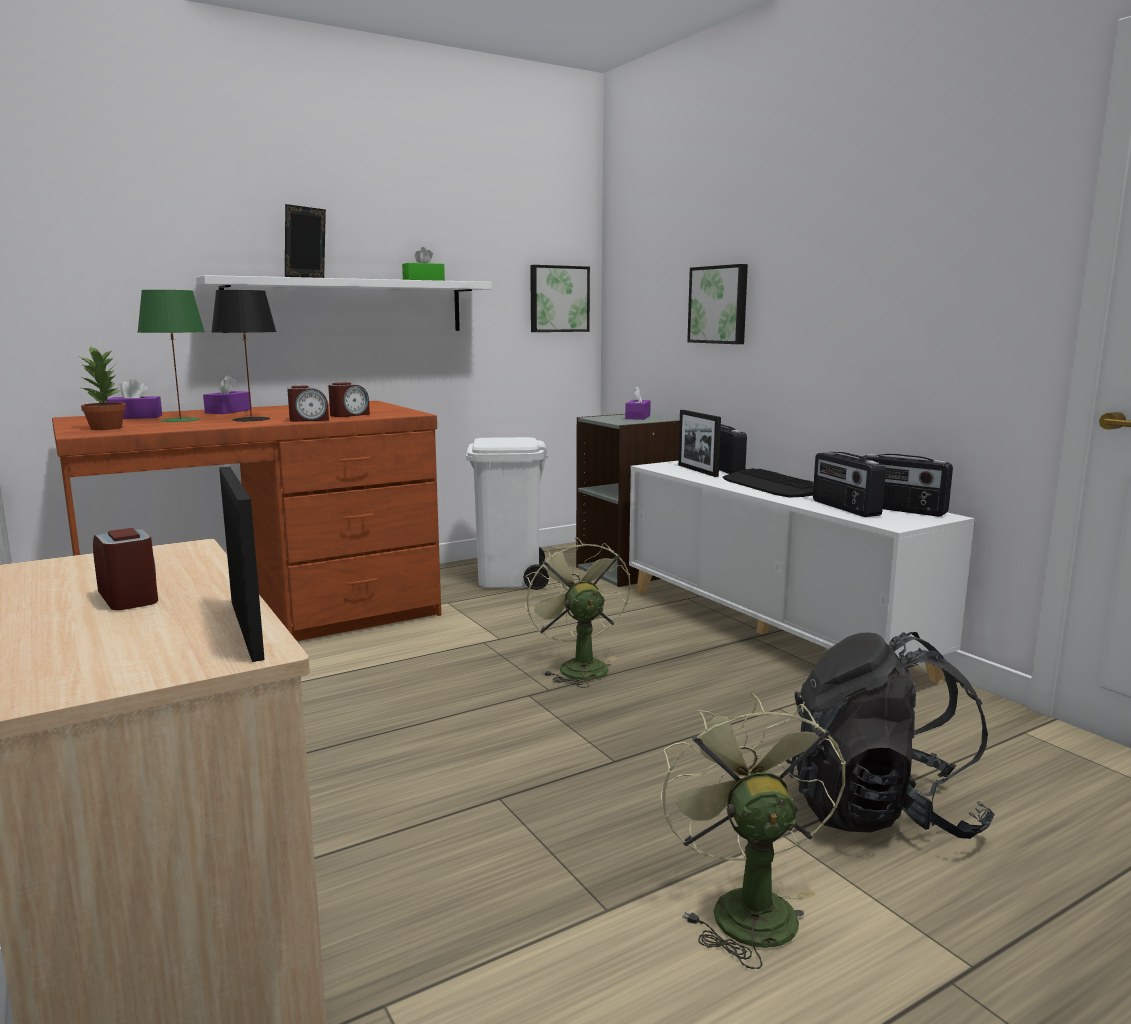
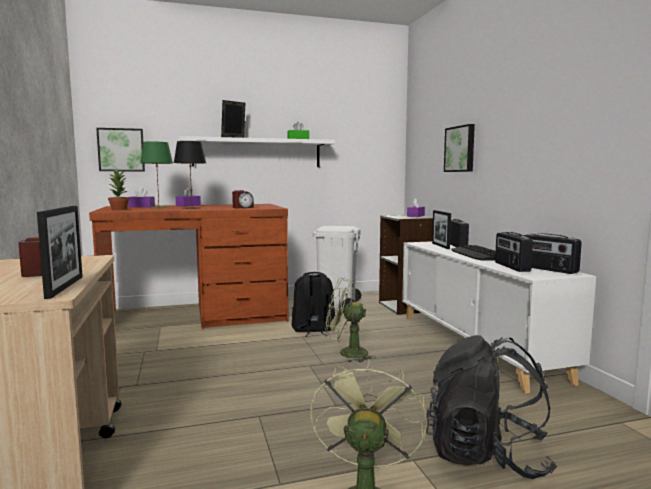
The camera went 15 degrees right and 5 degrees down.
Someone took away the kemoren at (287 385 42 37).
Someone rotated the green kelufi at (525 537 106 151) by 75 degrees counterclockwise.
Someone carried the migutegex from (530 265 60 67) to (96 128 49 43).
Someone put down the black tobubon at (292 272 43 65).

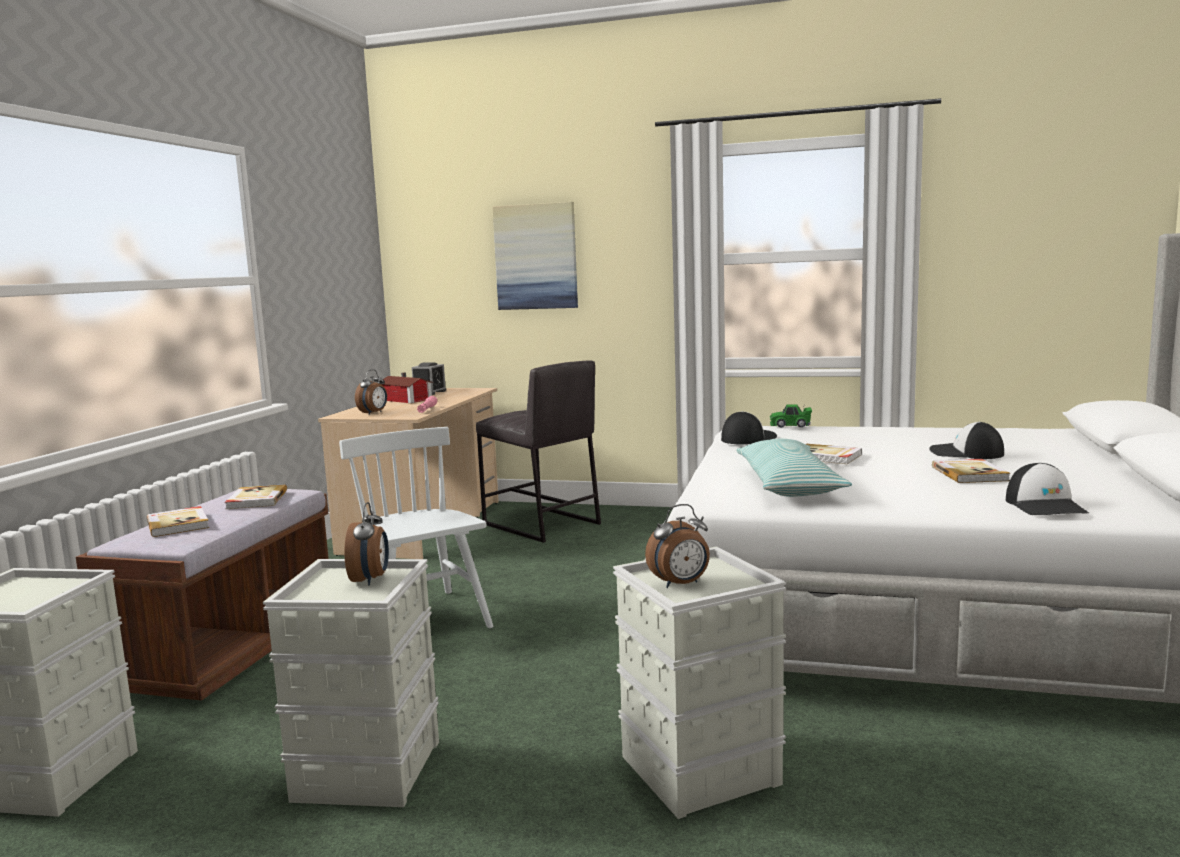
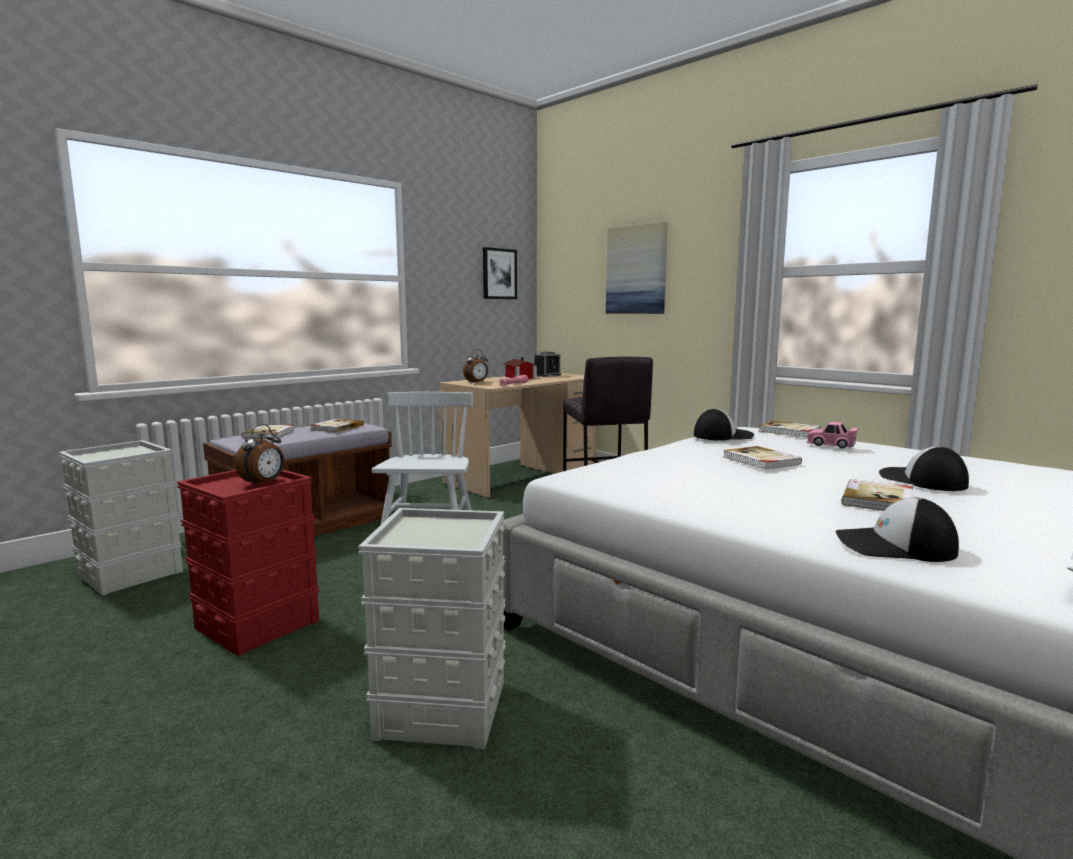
The camera went 30 degrees right and 0 degrees up.
Someone repainted the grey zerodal at (263 559 176 248), which became the red zerodal at (177 469 143 187).
Someone took away the kemoren at (645 504 65 84).
Someone took away the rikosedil at (736 439 116 58).
Someone swapped the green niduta at (770 404 42 23) for the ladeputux at (759 421 62 16).
Someone rotated the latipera at (1006 463 83 52) by 75 degrees clockwise.
Someone put up the migutegex at (483 247 34 52).
Someone put down the pink niduta at (807 422 52 26).

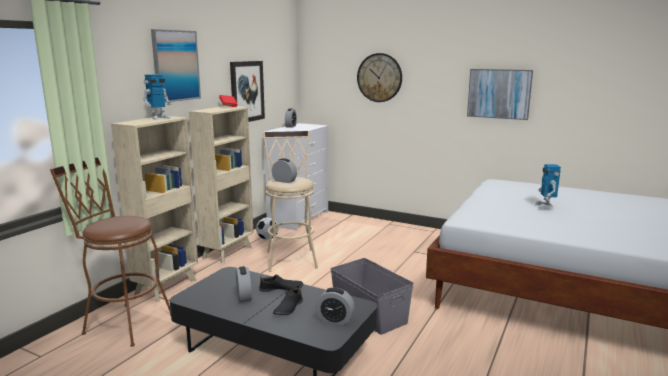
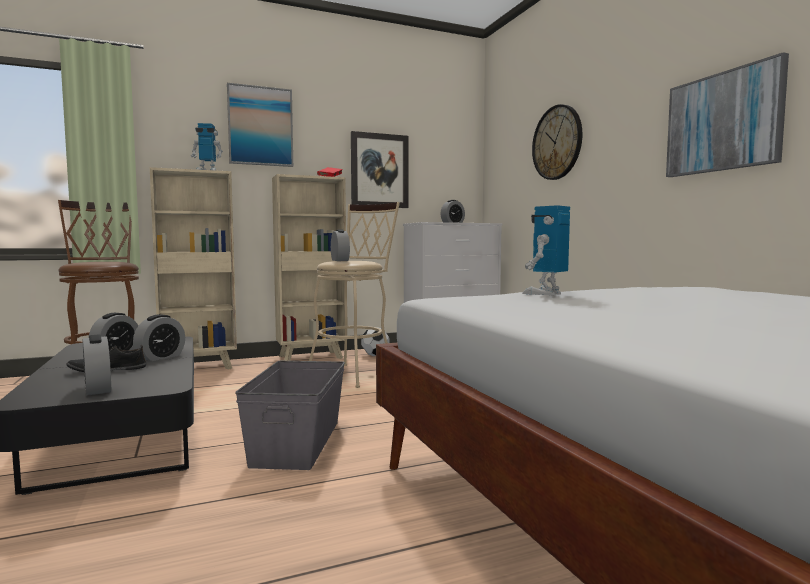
The camera went 40 degrees right and 10 degrees down.
Someone swapped the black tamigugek at (259 275 44 17) for the kemoren at (133 314 52 47).
Someone carried the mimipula from (534 164 27 44) to (522 205 48 90).

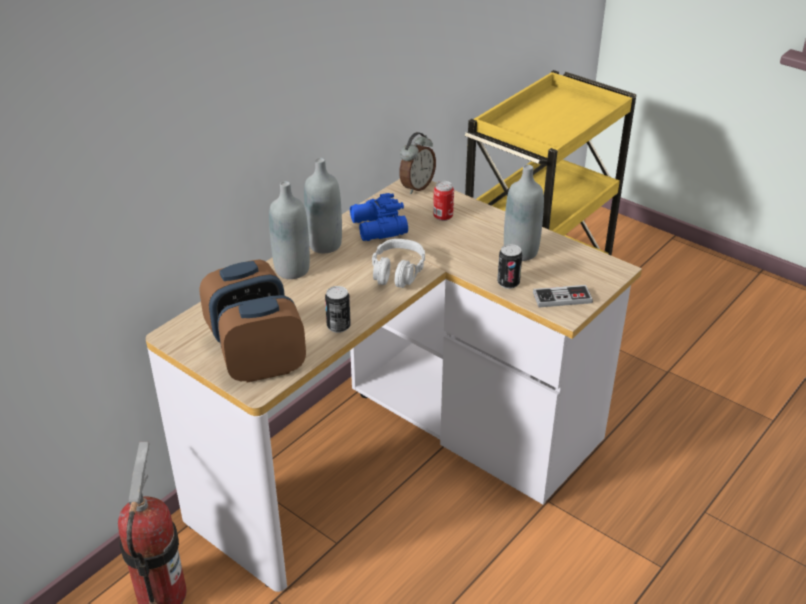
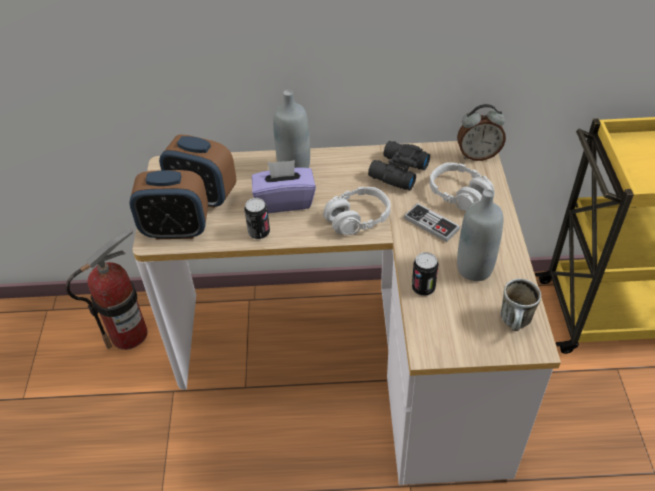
The camera went 50 degrees right and 10 degrees up.
Someone rotated the kemoren at (218 295 88 88) by 150 degrees clockwise.
Someone took away the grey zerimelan at (304 158 38 95).
Someone repainted the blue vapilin at (350 193 58 48), which became the black vapilin at (368 141 62 49).
Someone swapped the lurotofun at (433 181 21 40) for the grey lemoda at (429 162 65 49).
Someone carried the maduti from (533 285 60 22) to (404 203 56 39).
Someone put down the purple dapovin at (252 160 64 53).
Someone put down the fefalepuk at (500 278 41 53).

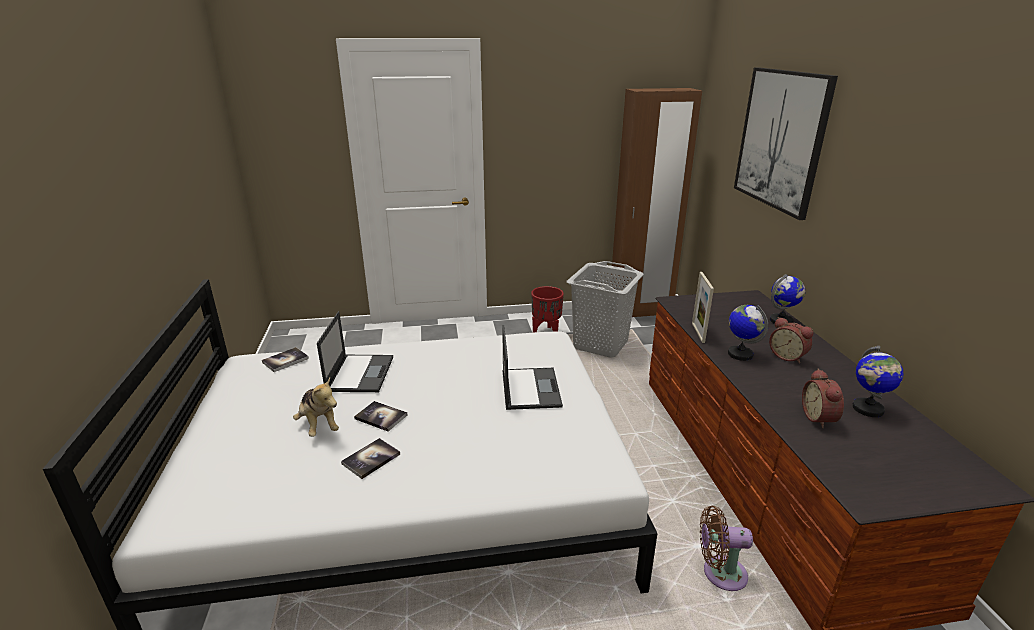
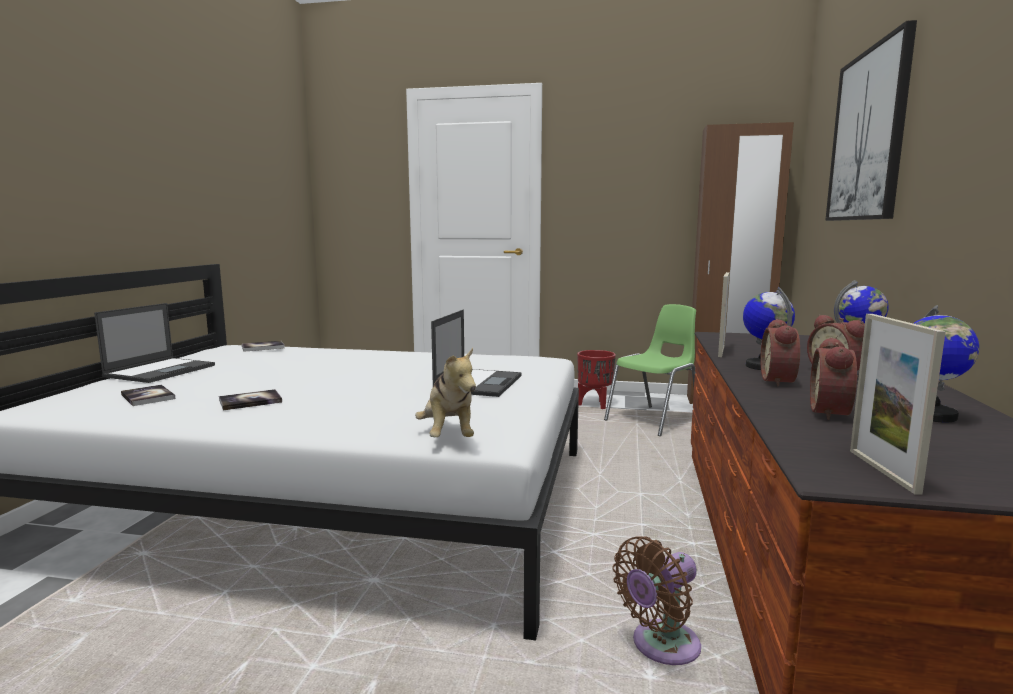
The camera went 20 degrees right and 15 degrees down.
Someone carried the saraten from (293 377 46 60) to (415 348 61 89).
Someone carried the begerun from (317 311 76 81) to (94 303 121 80).
Someone carried the ladeputux from (354 401 53 31) to (121 385 54 21).
Someone swapped the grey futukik at (567 261 77 97) for the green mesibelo at (604 304 92 132).
Someone rotated the brown kelufi at (700 506 53 85) by 60 degrees counterclockwise.
Someone put down the kemoren at (760 319 40 67).
Someone put down the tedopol at (850 314 96 180).

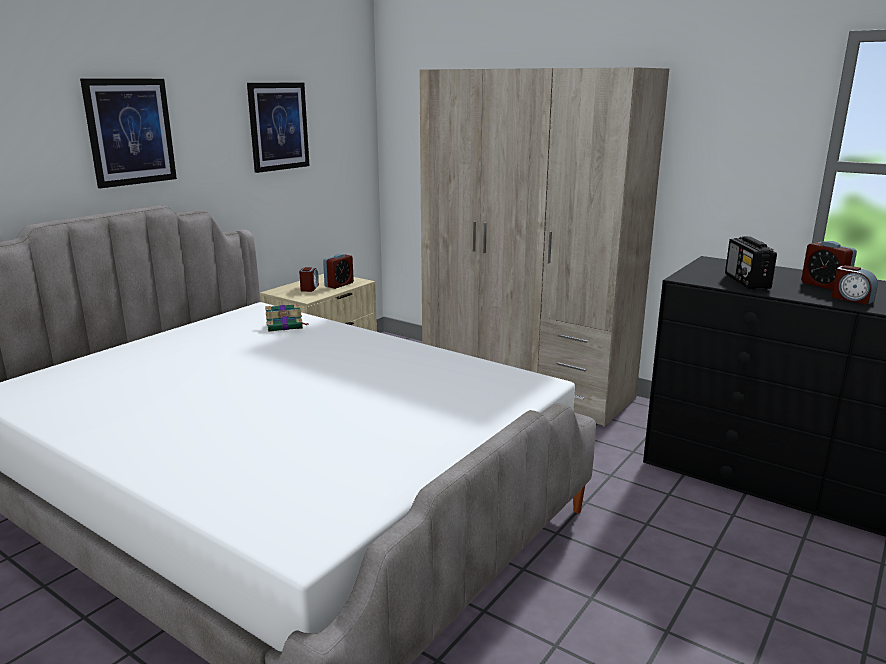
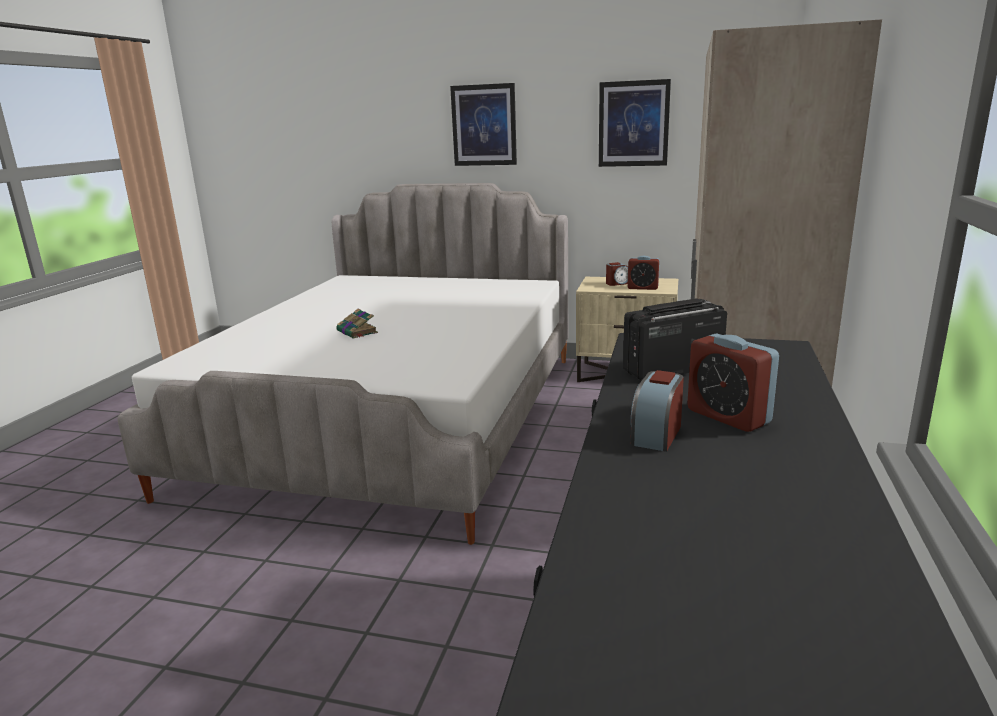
The camera went 70 degrees right and 0 degrees up.
Someone carried the ladeputux from (265 304 44 28) to (336 309 42 30).
Someone rotated the kemoren at (801 241 56 49) by 75 degrees counterclockwise.

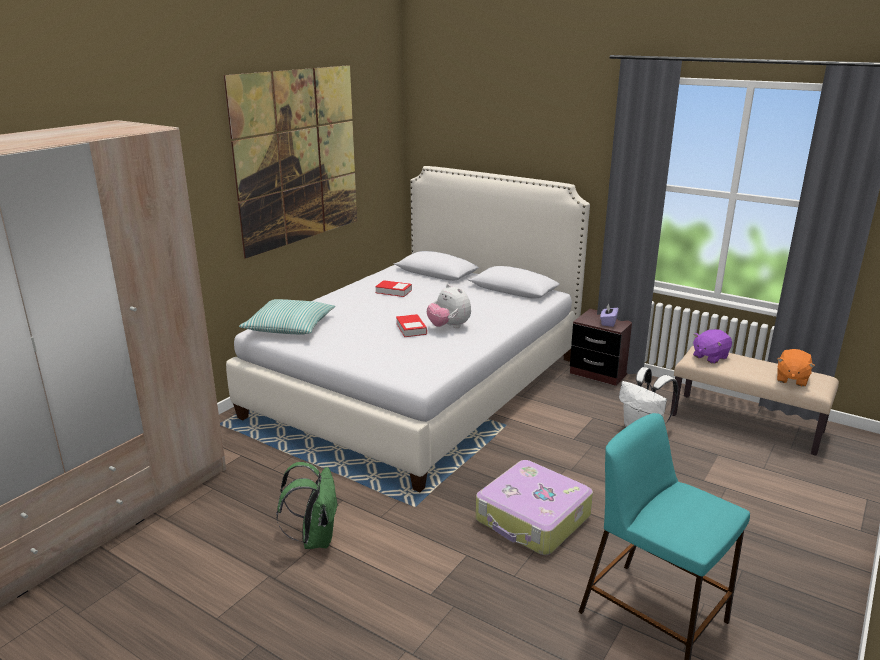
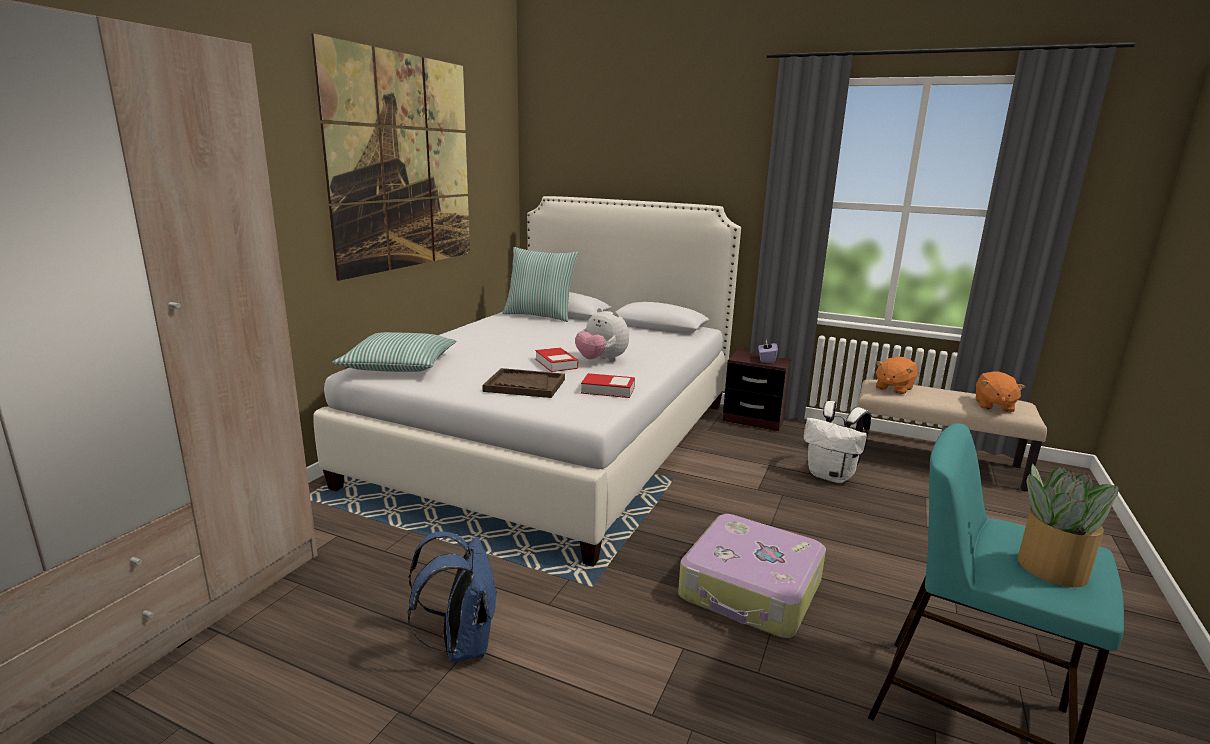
The camera went 10 degrees left and 5 degrees down.
Someone repainted the green tobubon at (276 462 63 87), which became the blue tobubon at (407 531 90 131).
Someone carried the ladeputux from (375 280 37 17) to (581 373 54 25).
Someone repainted the purple saraten at (693 329 39 35), which became the orange saraten at (876 357 42 37).
Someone put down the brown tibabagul at (482 368 83 30).
Someone put down the rikosedil at (503 247 76 75).
Someone put down the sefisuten at (1018 464 100 123).

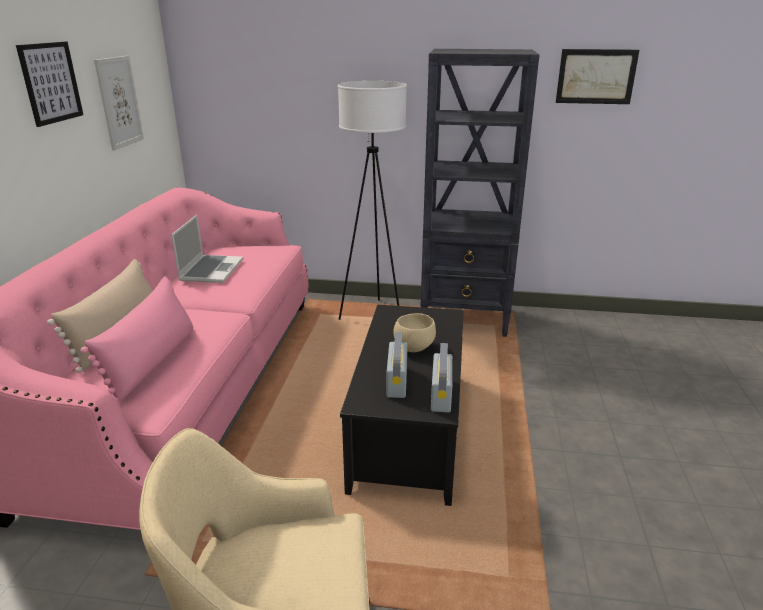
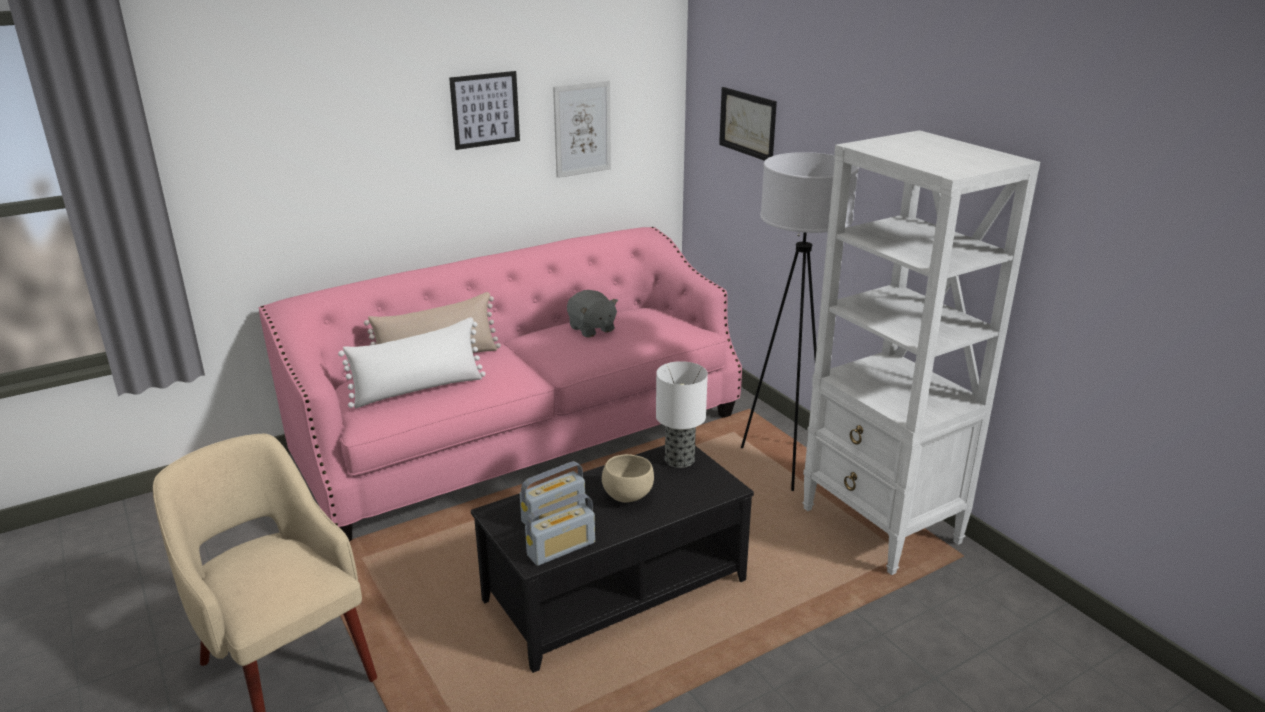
The camera went 50 degrees right and 0 degrees up.
Someone repainted the pink rikosedil at (80 276 113 126), which became the white rikosedil at (338 317 148 91).
Someone swapped the begerun at (171 215 72 68) for the grey saraten at (567 290 51 48).
Someone repainted the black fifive at (421 49 118 288), which became the white fifive at (803 130 237 445).
Someone carried the migutegex from (556 49 83 55) to (719 87 58 74).
Someone put down the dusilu at (656 361 52 107).

